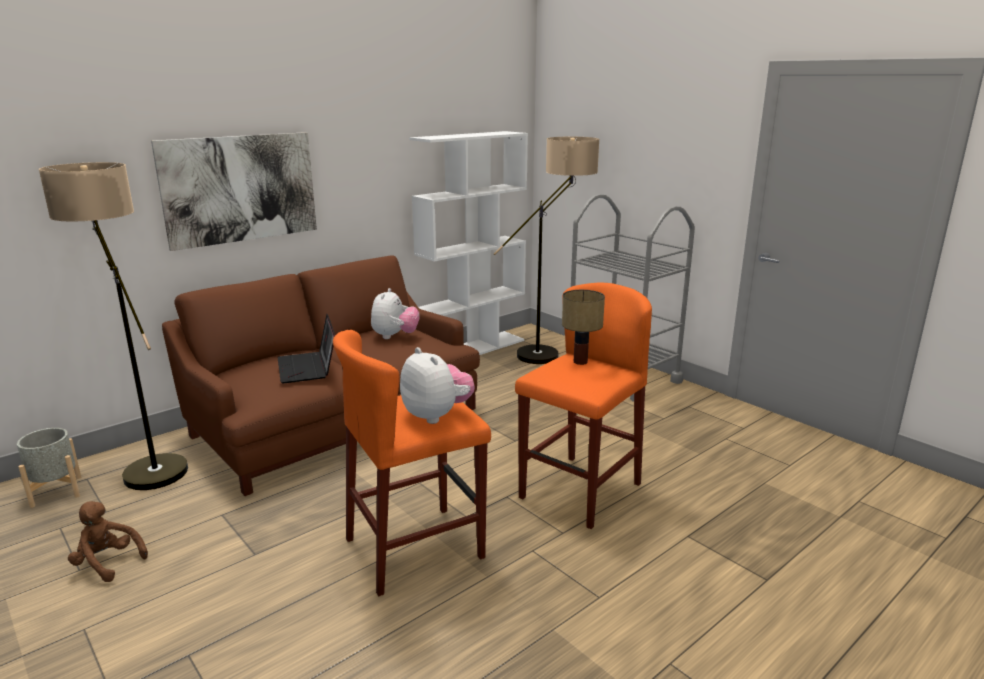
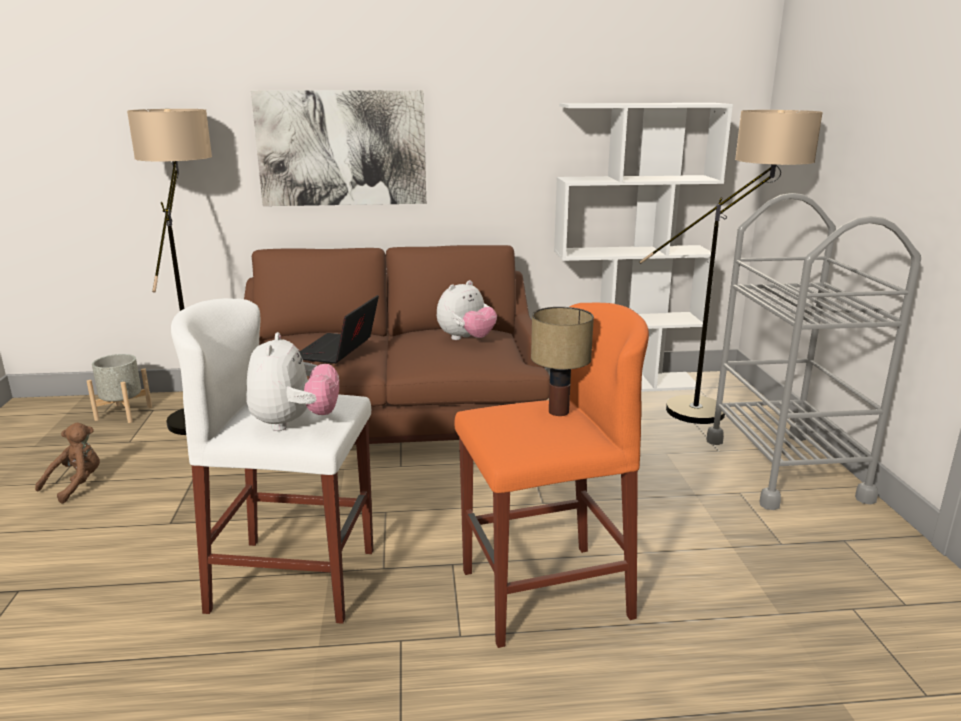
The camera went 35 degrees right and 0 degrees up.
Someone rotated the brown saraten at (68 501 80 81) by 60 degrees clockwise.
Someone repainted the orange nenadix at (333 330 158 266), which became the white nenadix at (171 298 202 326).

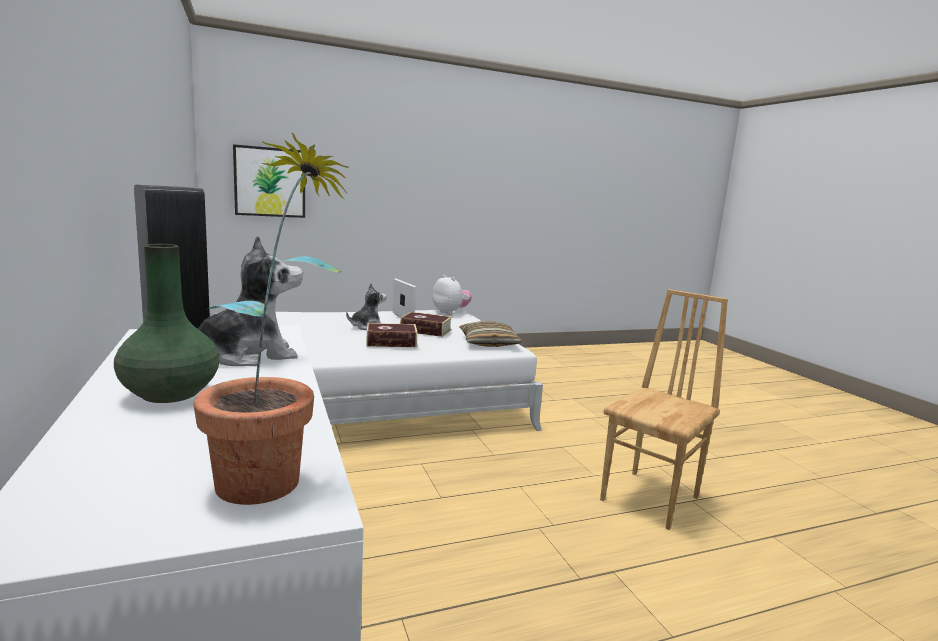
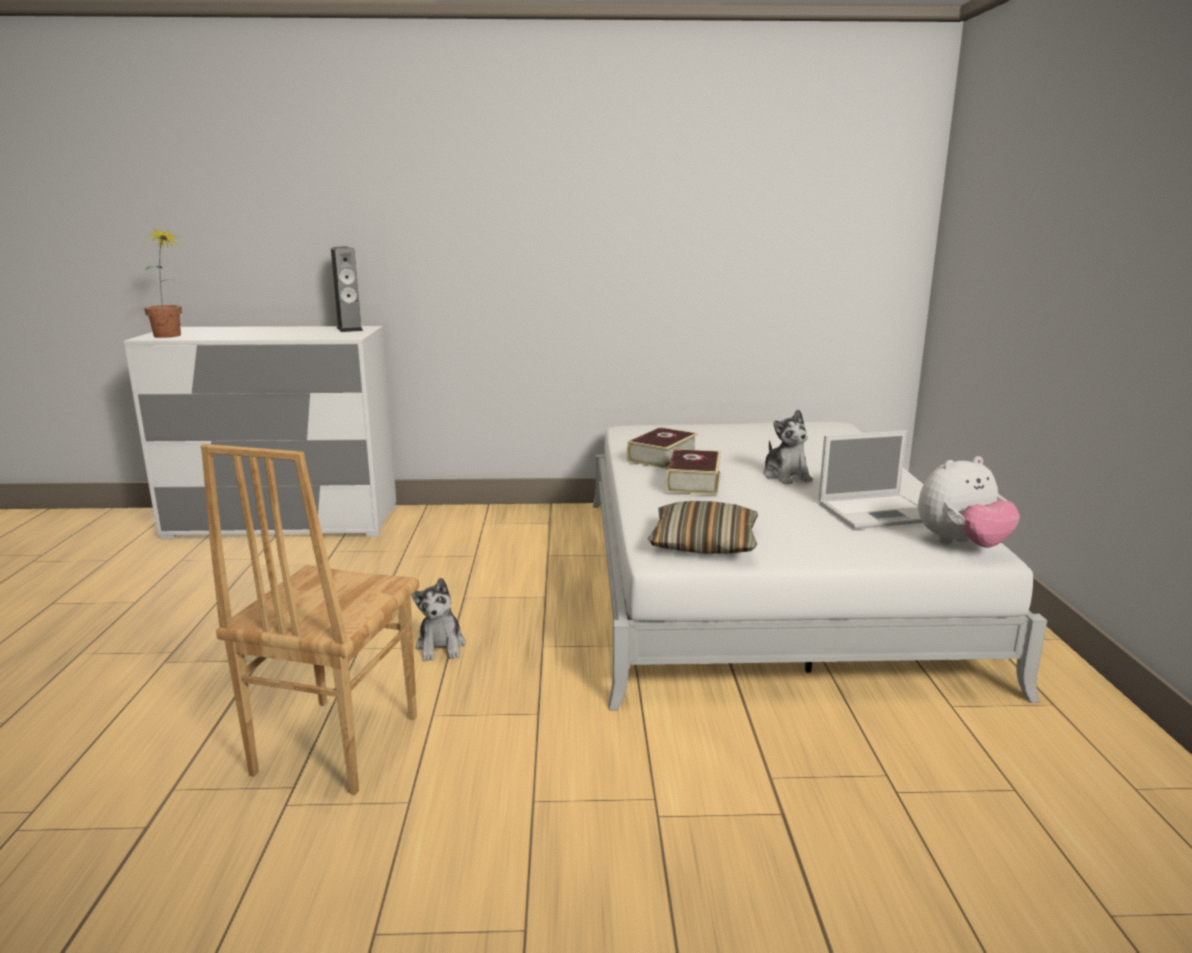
The camera went 110 degrees right and 5 degrees up.
Someone took away the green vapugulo at (114 244 105 159).
Someone carried the saraten from (198 235 105 131) to (411 578 55 83).
Someone took away the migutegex at (233 144 72 74).
Someone carried the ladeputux from (400 312 52 25) to (627 427 71 42).
Someone rotated the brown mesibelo at (600 289 128 241) by 45 degrees clockwise.

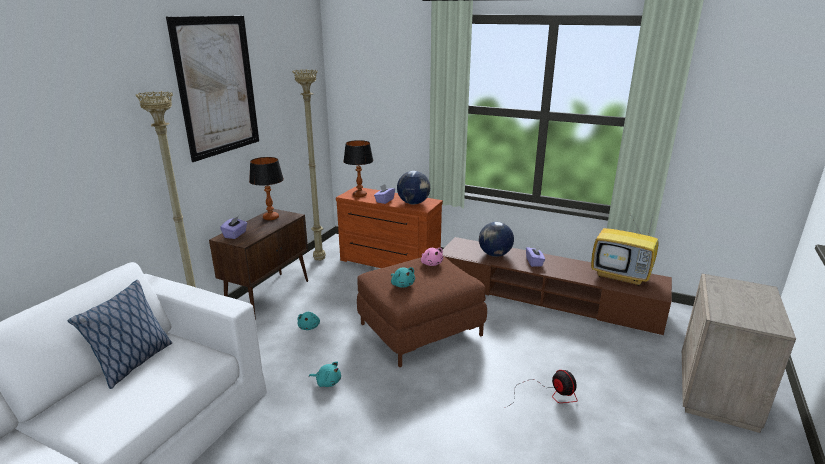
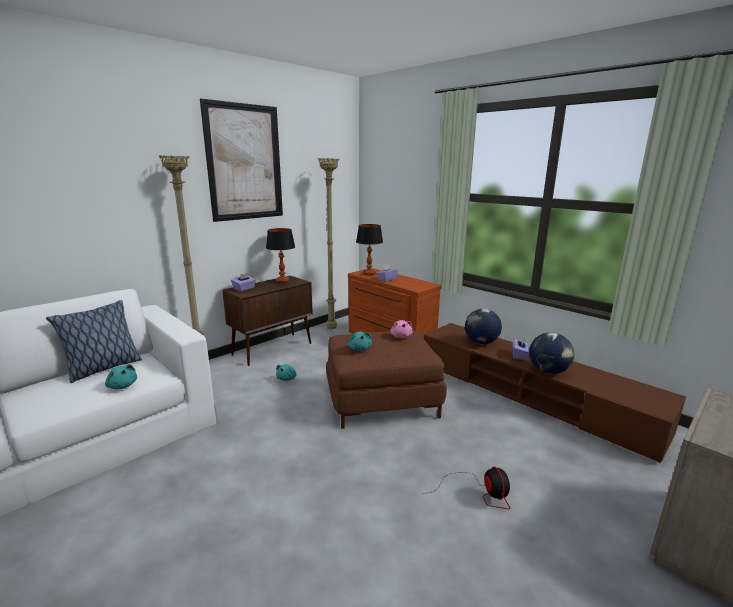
The camera went 20 degrees right and 5 degrees down.
Someone carried the turquoise saraten from (309 362 32 25) to (105 364 32 25).
Someone carried the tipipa from (397 171 33 33) to (529 332 45 42).
Someone took away the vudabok at (591 211 67 75).

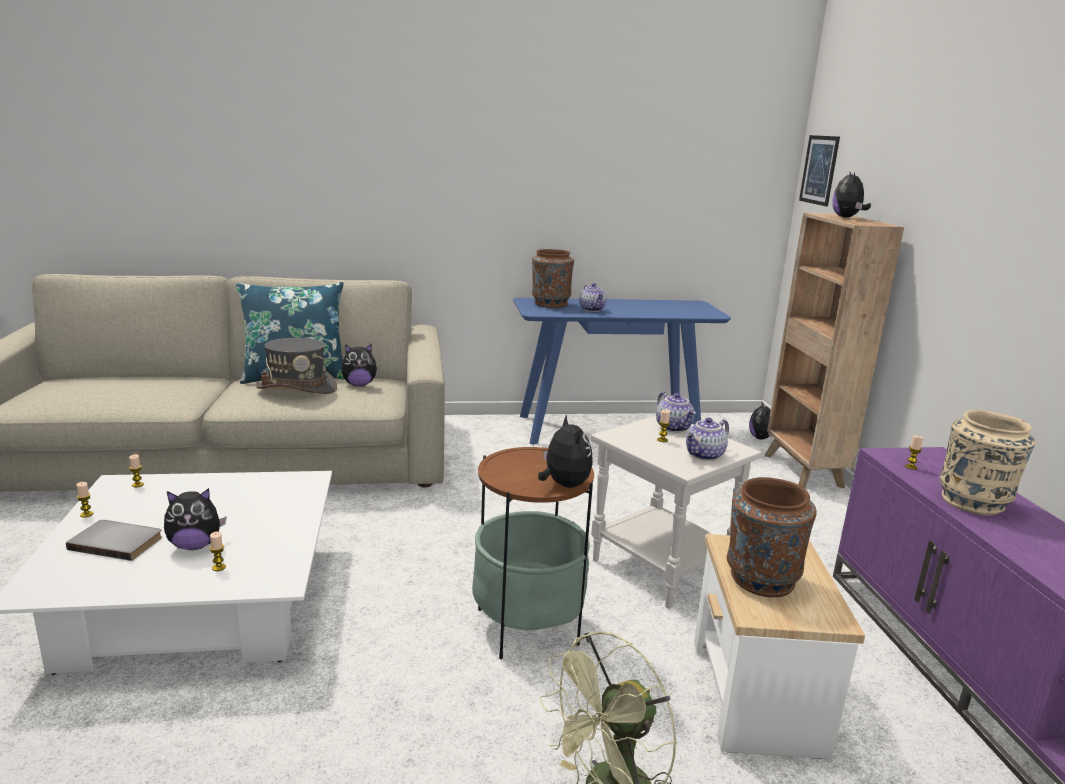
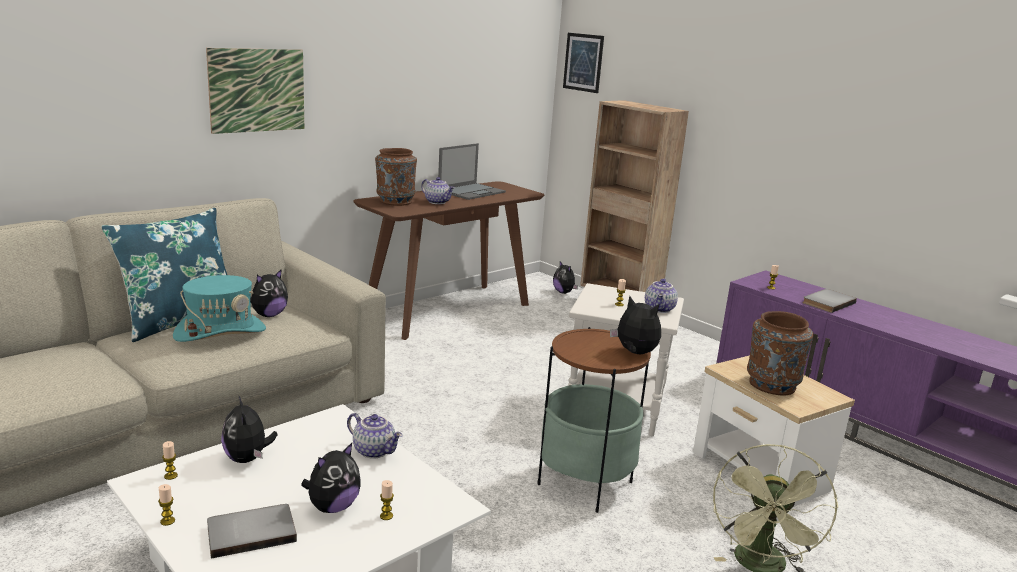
The camera went 35 degrees left and 0 degrees up.
Someone repainted the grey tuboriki at (256 338 81 56), which became the turquoise tuboriki at (173 275 93 67).
Someone repainted the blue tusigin at (513 298 218 147), which became the brown tusigin at (353 181 191 159).
Someone carried the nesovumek from (656 392 40 40) to (347 413 56 46).
Someone carried the saraten from (832 172 39 46) to (221 395 57 68).
Someone swapped the beige vapugulo at (939 410 97 105) for the grey ladeputux at (802 289 55 24).
Someone put up the migutegex at (206 48 98 86).
Someone put down the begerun at (438 143 68 57).

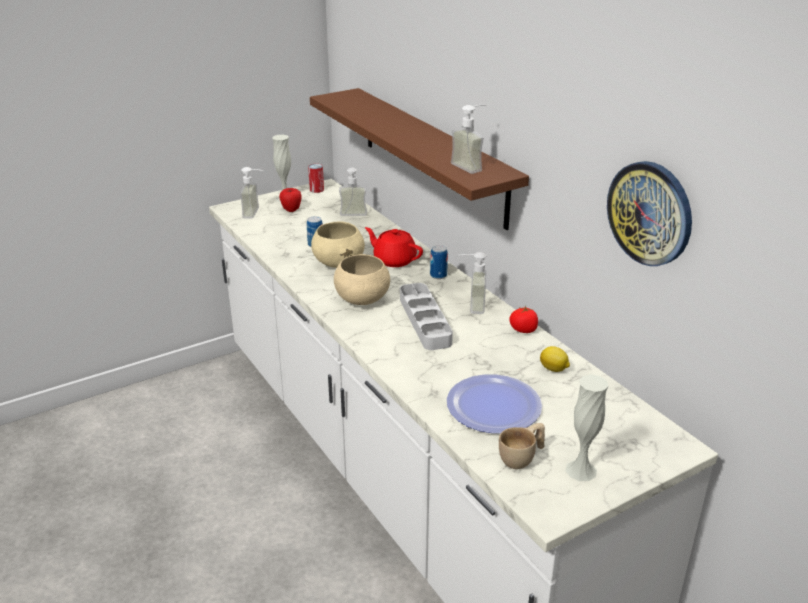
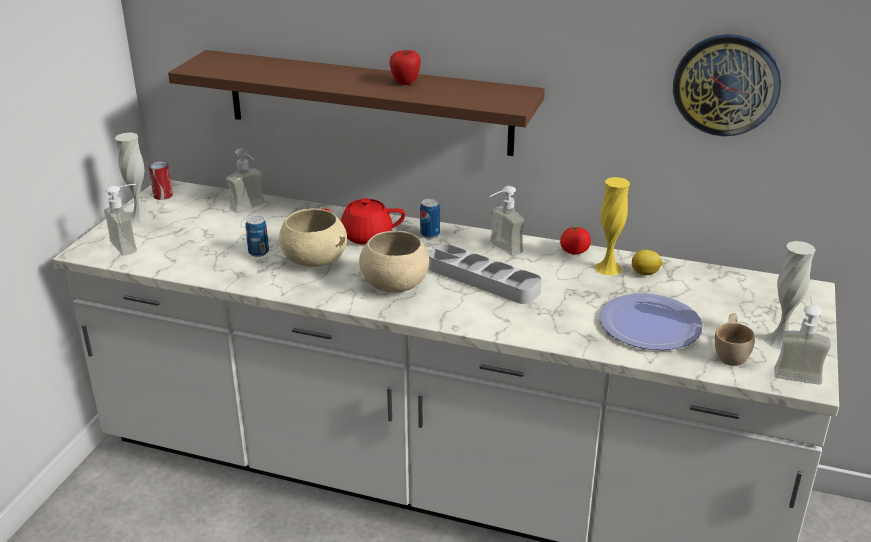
The camera went 40 degrees left and 0 degrees up.
Someone carried the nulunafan from (279 188 23 24) to (389 50 32 35).
Someone carried the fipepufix from (451 105 36 69) to (774 296 57 89).
Someone put down the yellow vapugulo at (595 177 35 99).

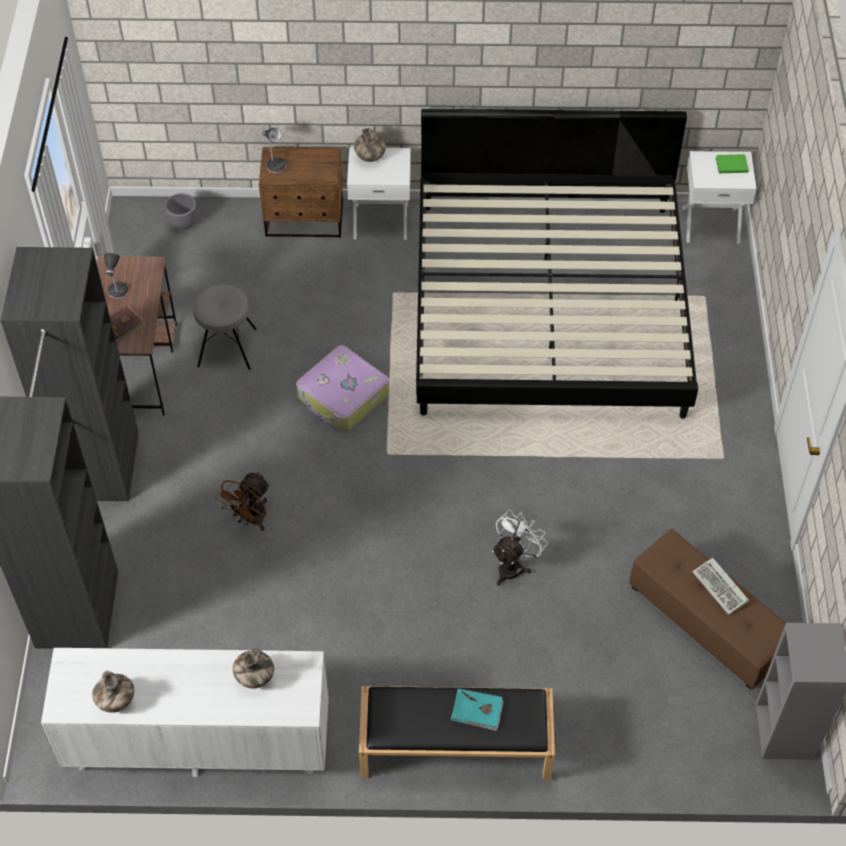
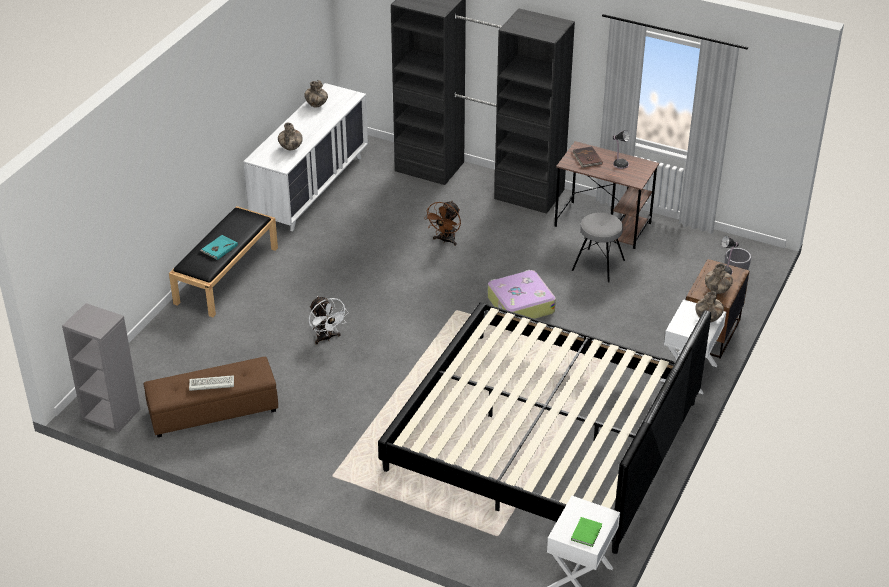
The camera went 115 degrees right and 15 degrees down.
Someone rotated the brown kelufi at (215 472 55 59) by 120 degrees counterclockwise.
Someone put down the vapugulo at (705 263 28 31).

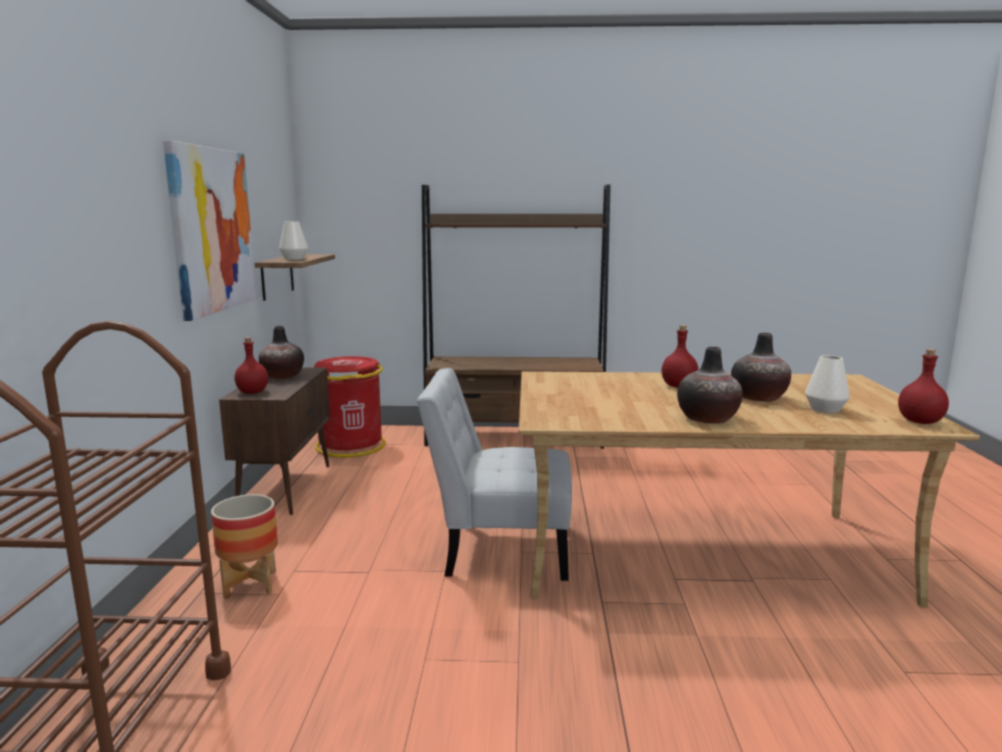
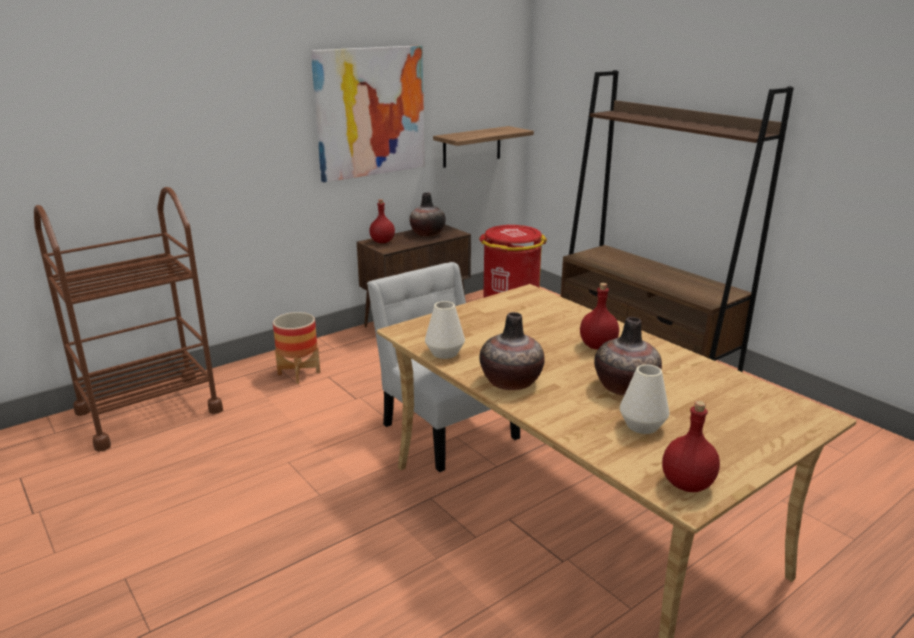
The camera went 50 degrees right and 10 degrees up.
Someone carried the white vapugulo from (279 221 29 39) to (425 301 40 58).

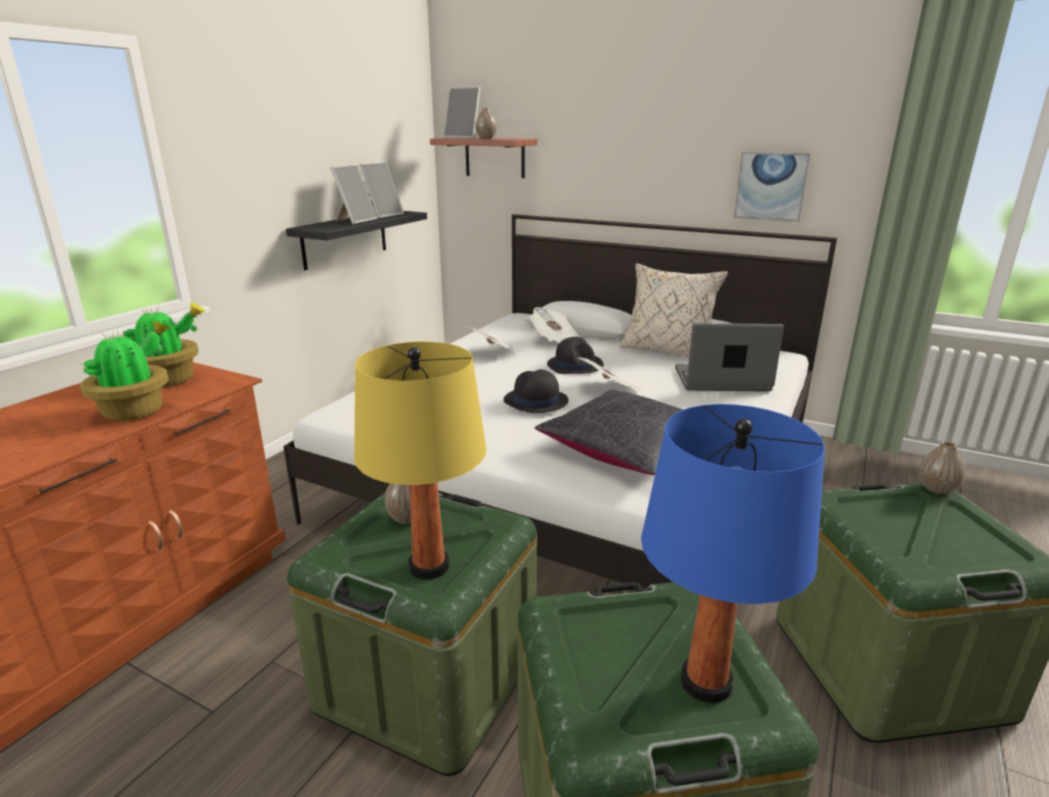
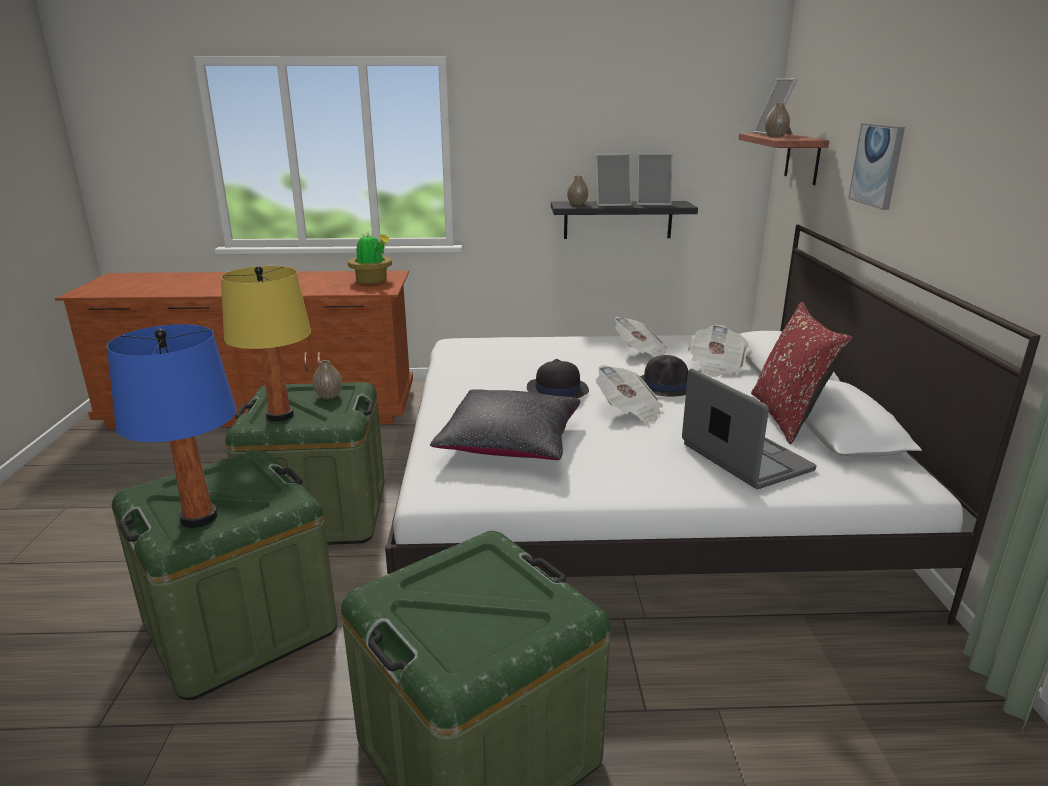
The camera went 60 degrees right and 0 degrees up.
Someone took away the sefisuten at (80 320 91 101).
Someone repainted the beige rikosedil at (620 263 108 94), which became the red rikosedil at (751 302 102 142).
Someone carried the migutegex from (734 152 77 70) to (848 123 57 87).
Someone carried the vapugulo from (919 441 46 53) to (567 175 21 30).

